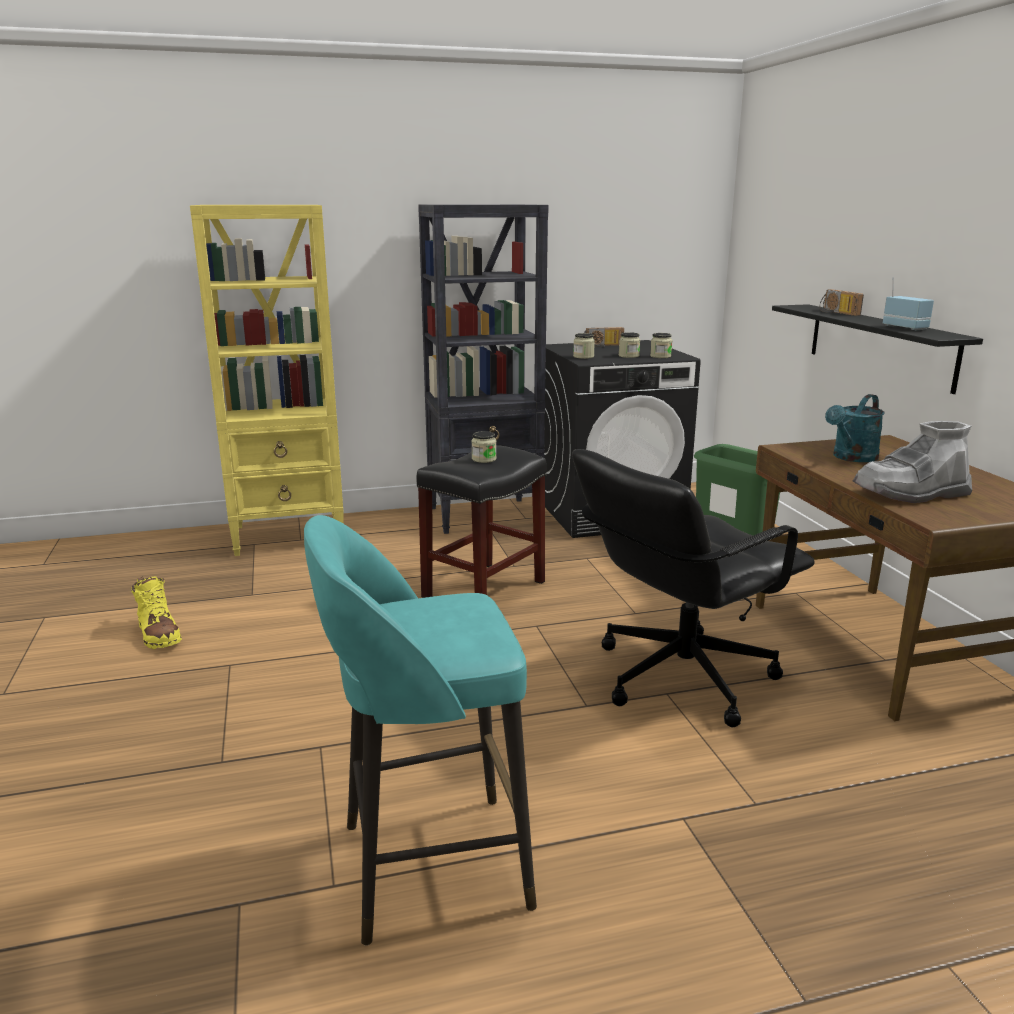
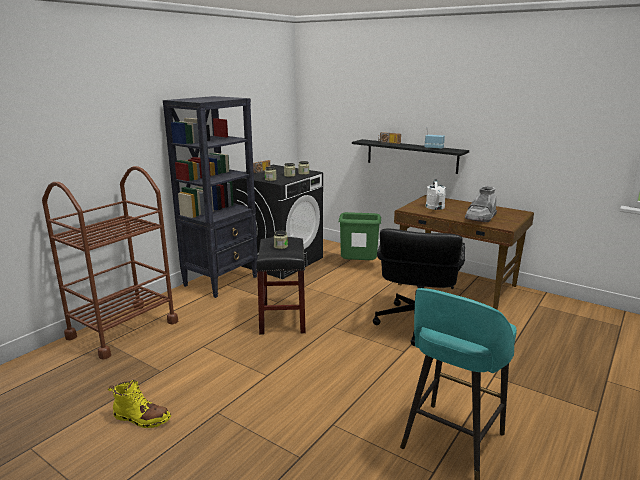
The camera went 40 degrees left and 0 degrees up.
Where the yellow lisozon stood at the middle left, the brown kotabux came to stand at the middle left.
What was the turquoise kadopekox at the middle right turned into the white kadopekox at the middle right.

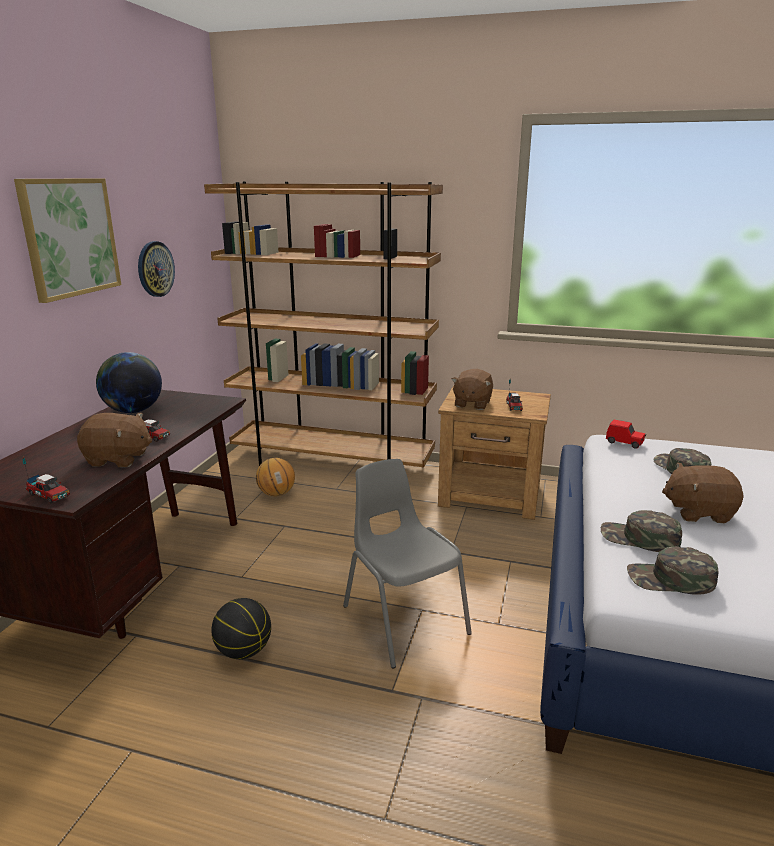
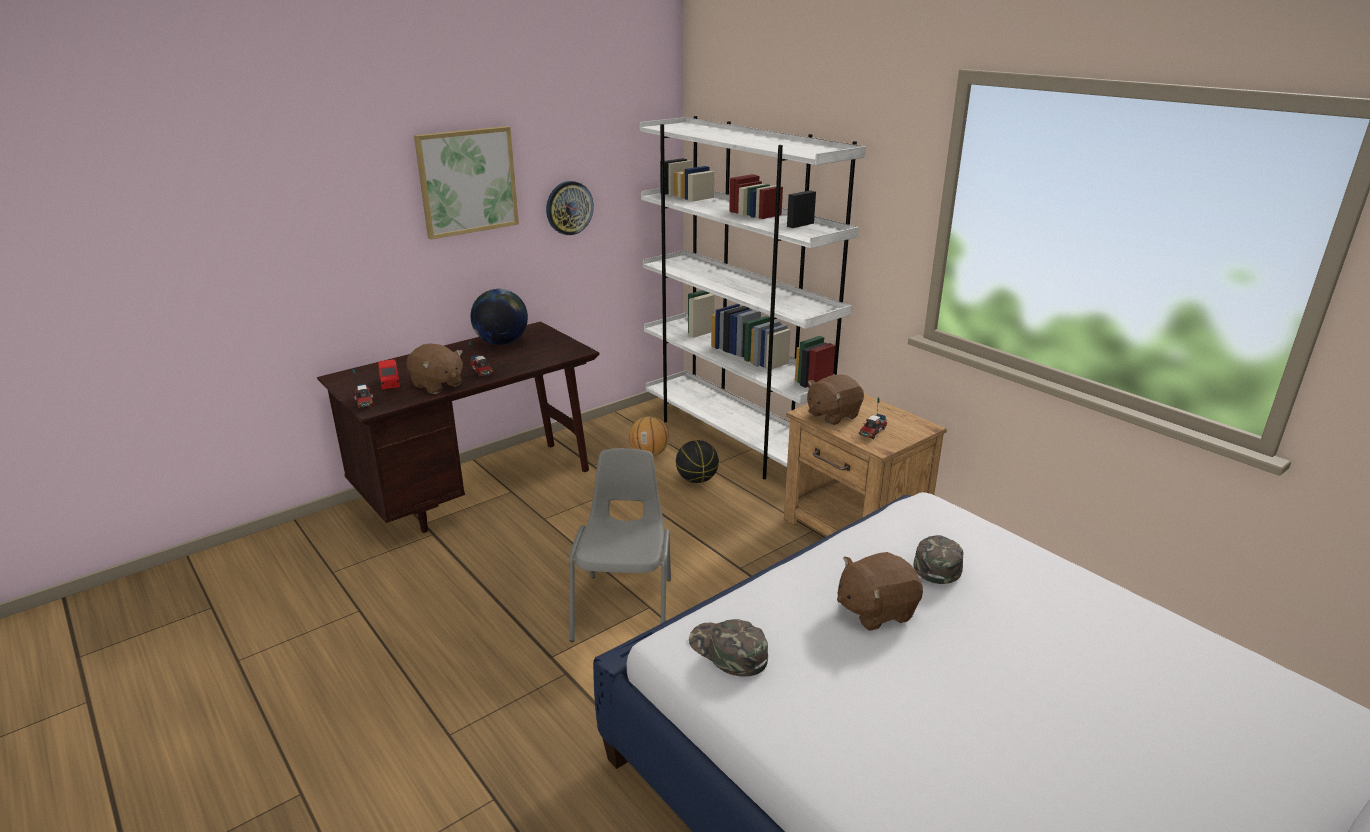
The camera went 35 degrees right and 5 degrees up.
What was the brown lisozon at the centre turned into the white lisozon at the centre.
The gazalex (1st from left in the first image) ended up elsewhere, having gone from the bottom left to the centre.
The second view lost the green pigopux (1st from left) at the middle right.
The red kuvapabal ended up elsewhere, having gone from the middle right to the middle left.
The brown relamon (3rd from left) at the middle right ended up facing another way, 60 degrees counterclockwise from before.

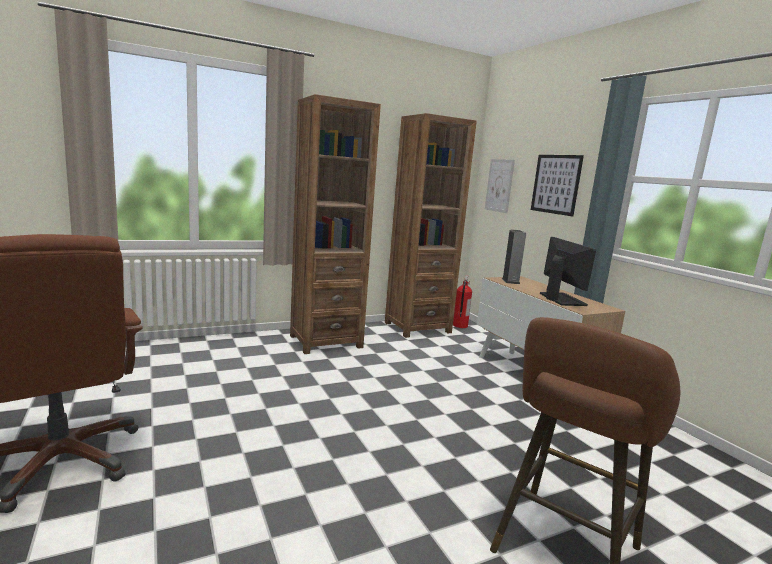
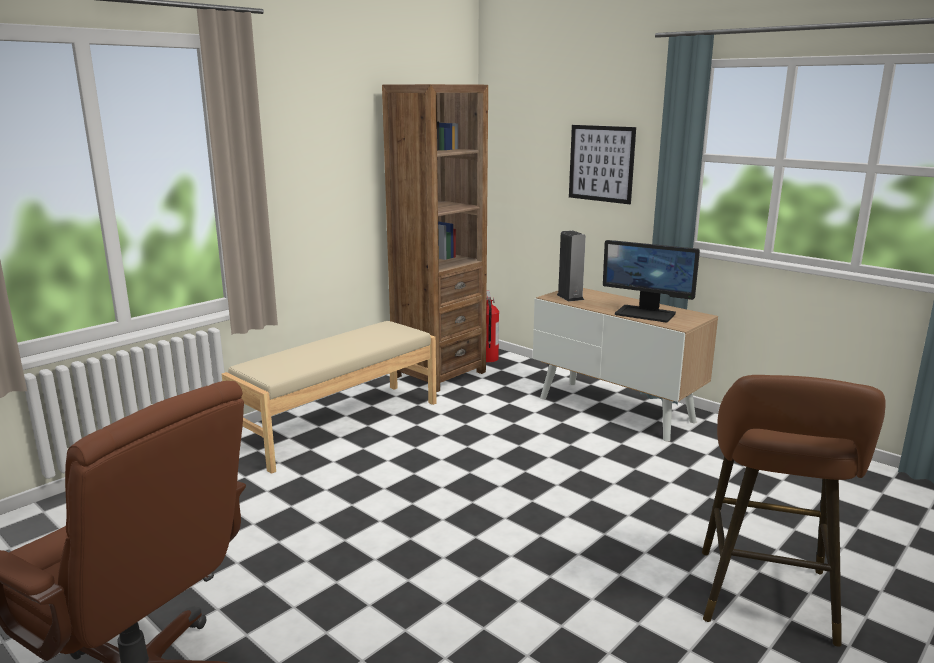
The camera went 20 degrees left and 5 degrees up.
Where the brown lisozon (1st from left) stood at the centre, the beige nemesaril came to stand at the centre.
The second view lost the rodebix (1st from left) at the top centre.
The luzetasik at the middle right ended up facing another way, 150 degrees clockwise from before.

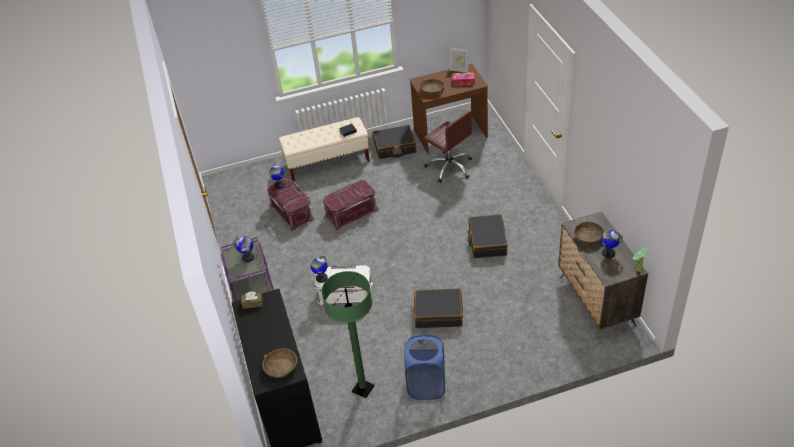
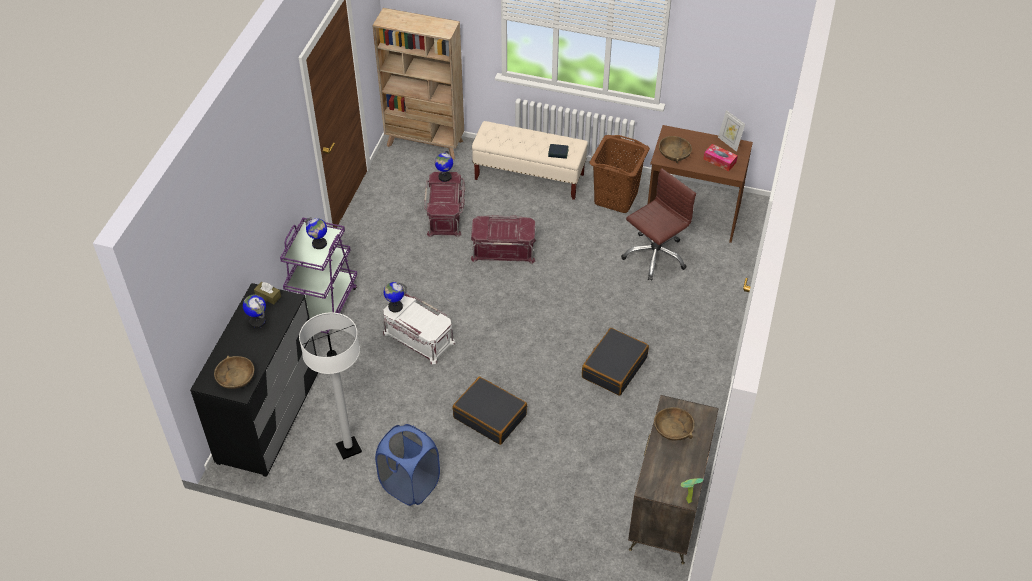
The camera went 30 degrees right and 5 degrees up.
What was the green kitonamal at the bottom centre turned into the white kitonamal at the middle left.
Where the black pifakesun (1st from left) stood at the top centre, the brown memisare came to stand at the top centre.
The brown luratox at the top centre ended up facing another way, 120 degrees counterclockwise from before.
The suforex (4th from left in the first image) ended up elsewhere, having gone from the middle right to the middle left.
The second view gained the beige lisozon at the top centre.

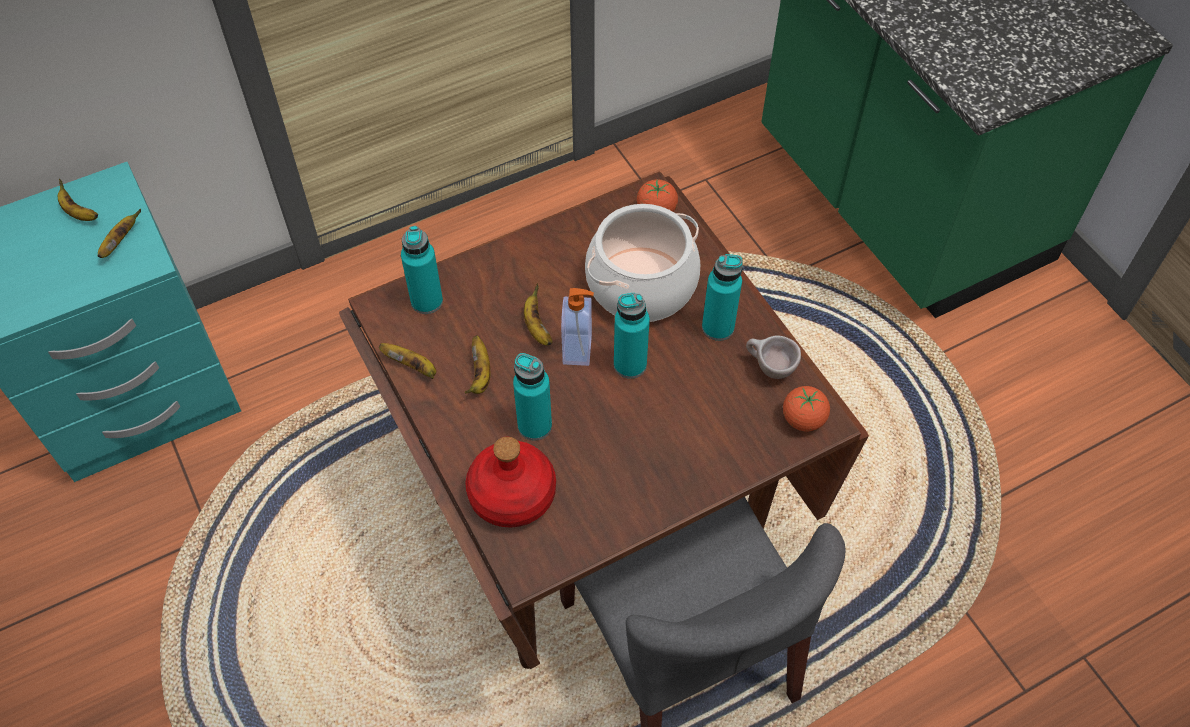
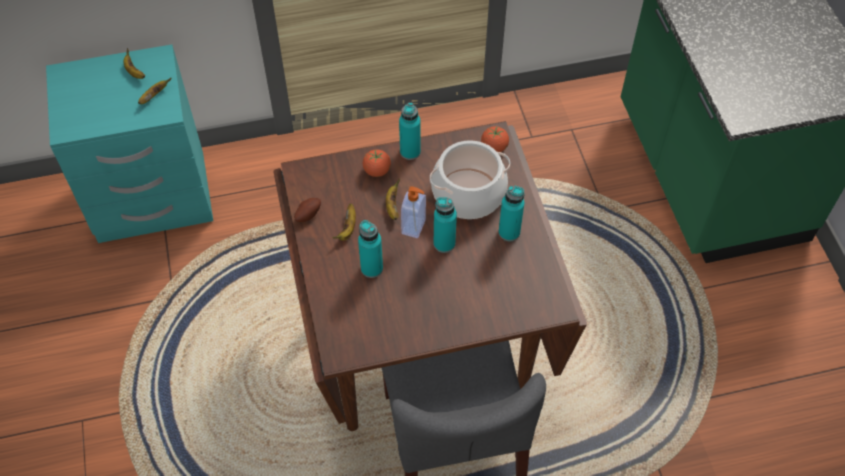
The camera went 15 degrees right and 0 degrees up.
Where the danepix (3rd from left) stood at the centre, the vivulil came to stand at the centre.
The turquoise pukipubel (1st from left in the first image) ended up elsewhere, having gone from the centre to the top centre.
The second view lost the red pukipubel at the centre.
The second view lost the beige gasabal at the centre.
The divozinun (2nd from left in the first image) ended up elsewhere, having gone from the middle right to the centre.

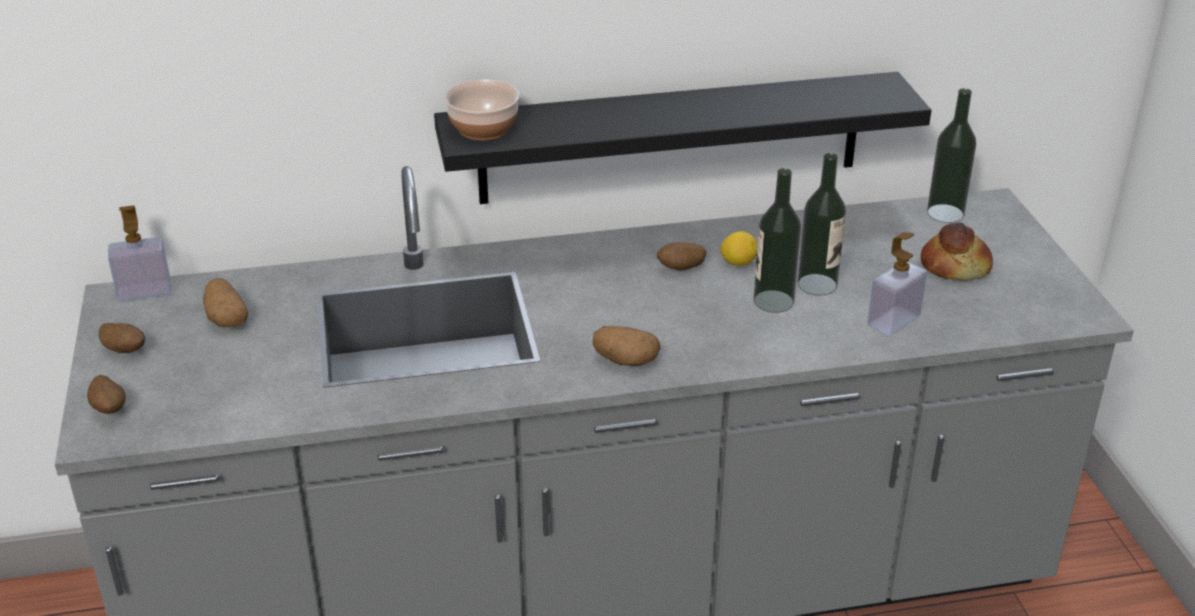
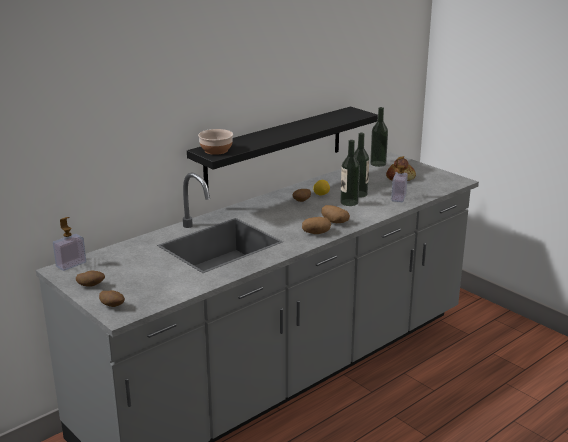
The camera went 30 degrees left and 10 degrees down.
The vivulil (3rd from left in the first image) ended up elsewhere, having gone from the middle left to the centre.

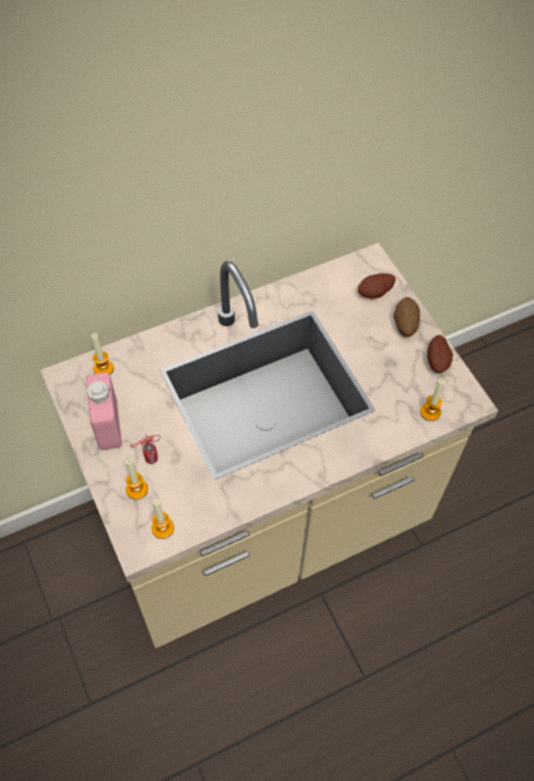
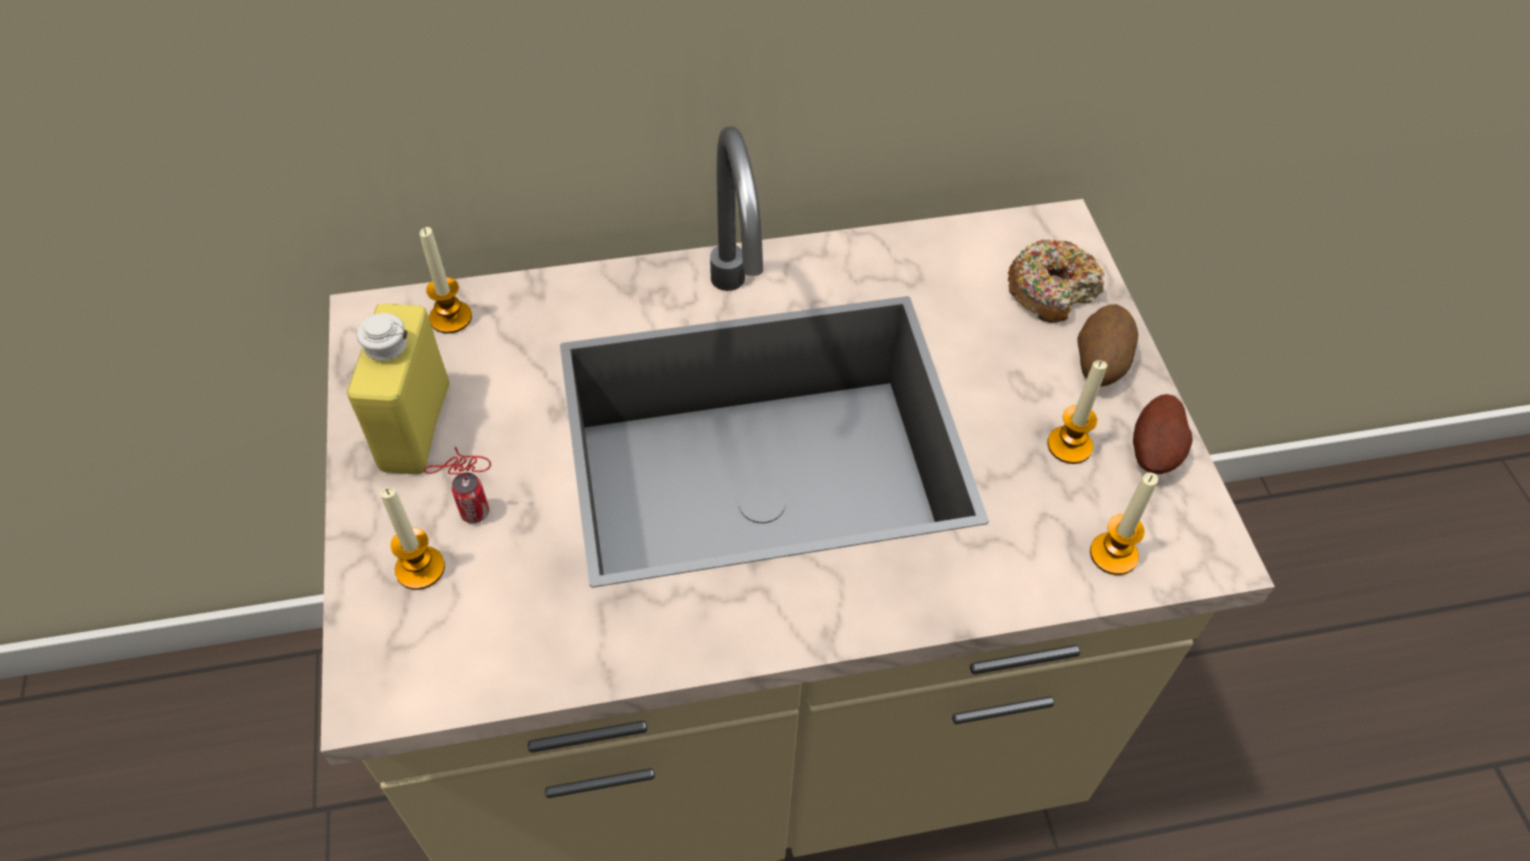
The camera went 15 degrees right and 5 degrees down.
What was the pink pukipubel at the middle left turned into the yellow pukipubel at the middle left.
The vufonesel (3rd from left) ended up elsewhere, having gone from the middle left to the middle right.
Where the vivulil (1st from left) stood at the middle right, the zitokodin came to stand at the top right.

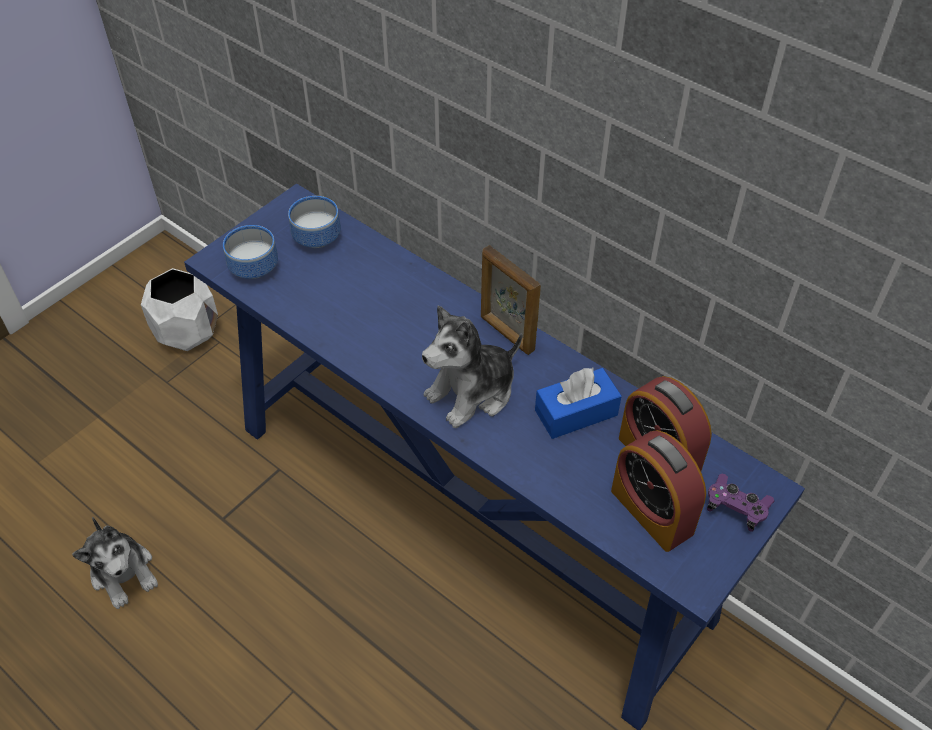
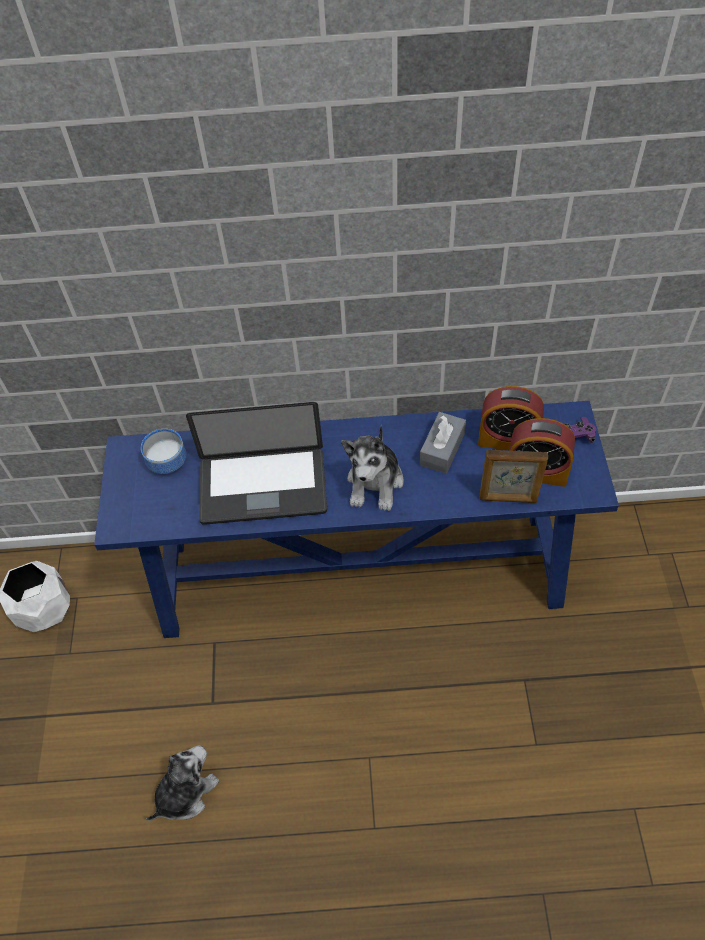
The camera went 40 degrees left and 5 degrees up.
The relamon (1st from left) at the bottom left ended up facing another way, 60 degrees counterclockwise from before.
The second view lost the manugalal (1st from left) at the middle left.
The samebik ended up elsewhere, having gone from the centre to the middle right.
What was the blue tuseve at the centre turned into the grey tuseve at the centre.
The second view gained the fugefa at the centre.

